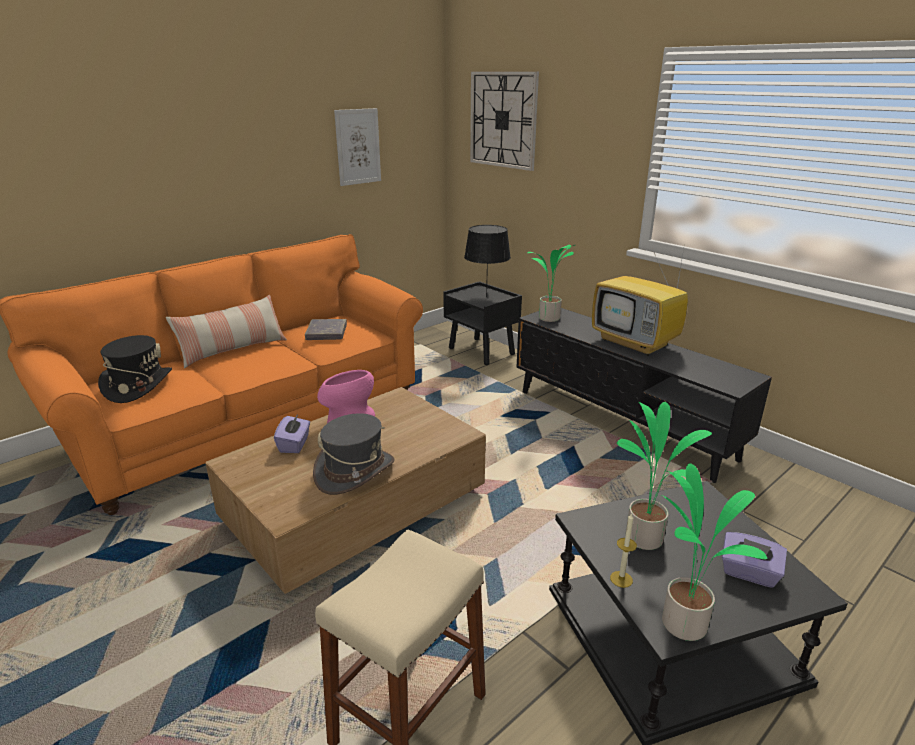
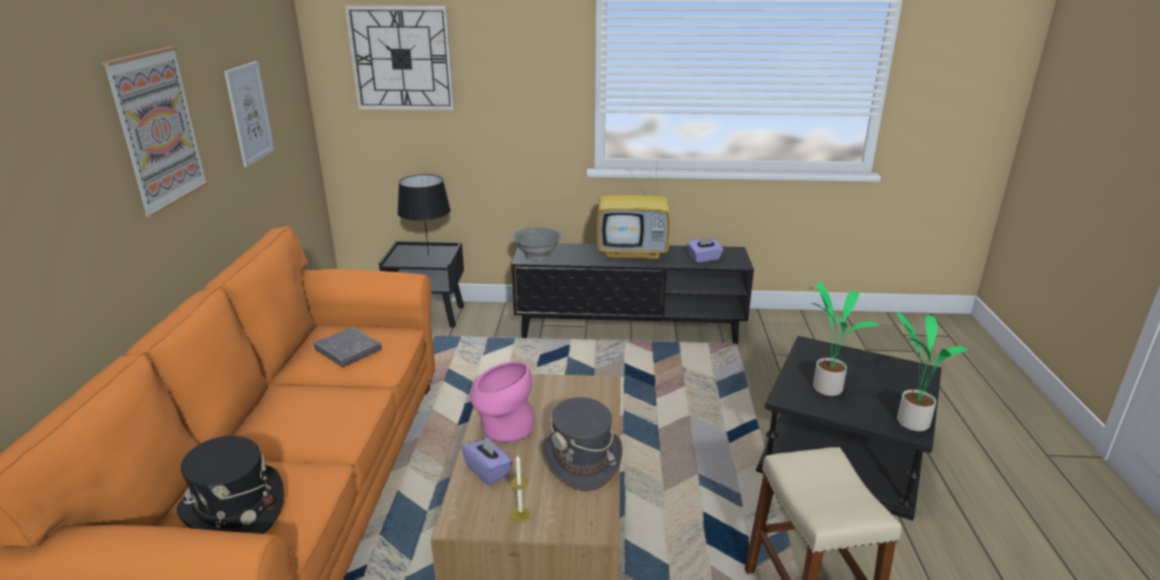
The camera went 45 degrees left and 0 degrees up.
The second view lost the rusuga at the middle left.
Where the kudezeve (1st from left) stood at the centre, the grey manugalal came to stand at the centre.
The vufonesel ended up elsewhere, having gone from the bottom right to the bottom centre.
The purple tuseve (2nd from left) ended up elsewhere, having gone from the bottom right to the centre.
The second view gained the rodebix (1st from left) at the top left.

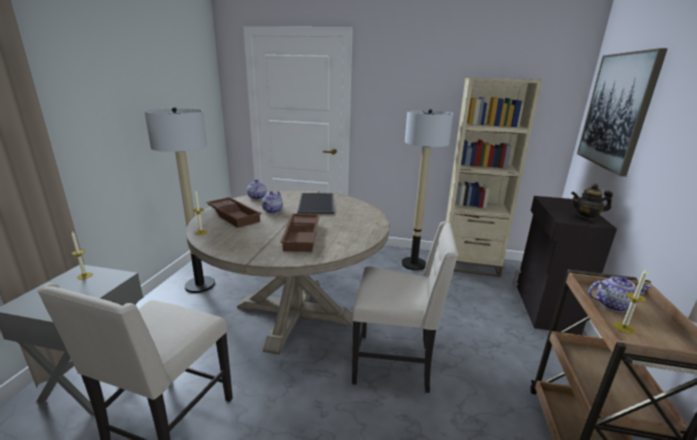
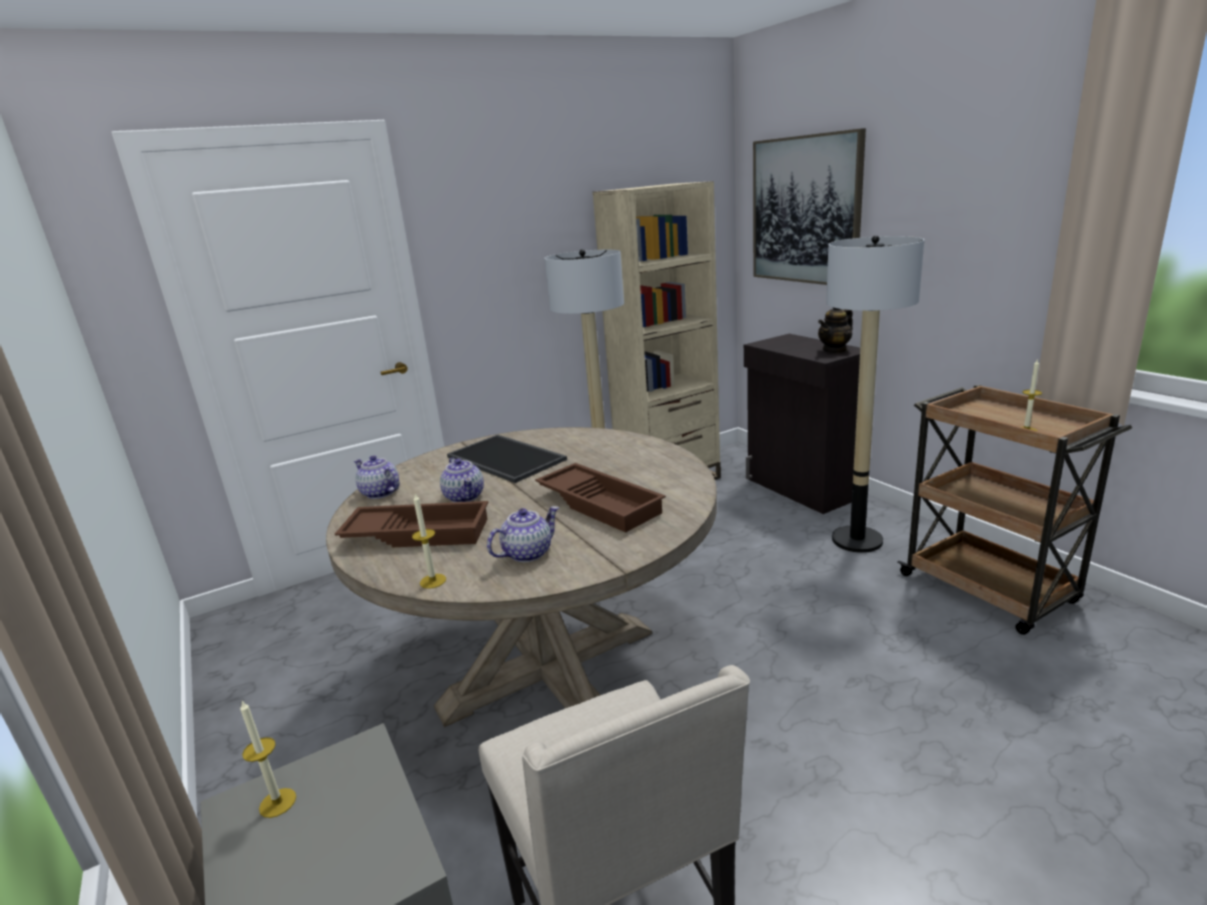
The camera went 40 degrees left and 0 degrees up.
The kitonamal (1st from left in the first image) ended up elsewhere, having gone from the middle left to the middle right.
The second view lost the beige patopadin (2nd from left) at the bottom centre.
The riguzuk (4th from left in the first image) ended up elsewhere, having gone from the bottom right to the centre.

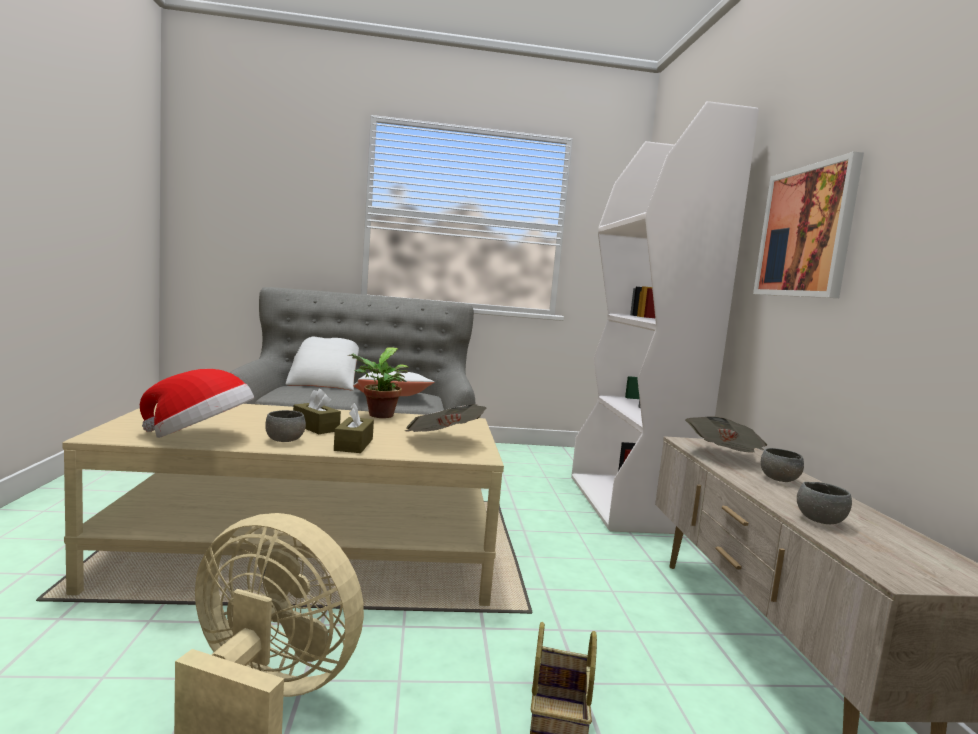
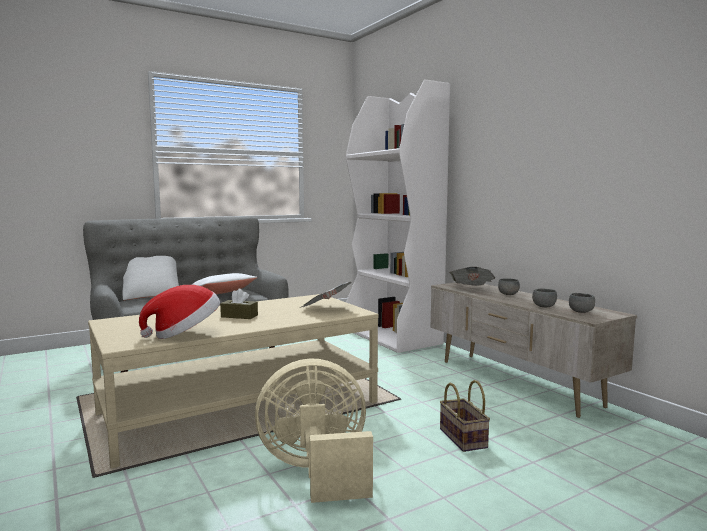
The camera went 25 degrees left and 0 degrees up.
The grey manugalal (1st from left in the first image) ended up elsewhere, having gone from the middle left to the middle right.
The second view lost the brown tuseve (2nd from left) at the centre.
The second view lost the kudezeve at the centre.
The second view lost the rodebix at the top right.

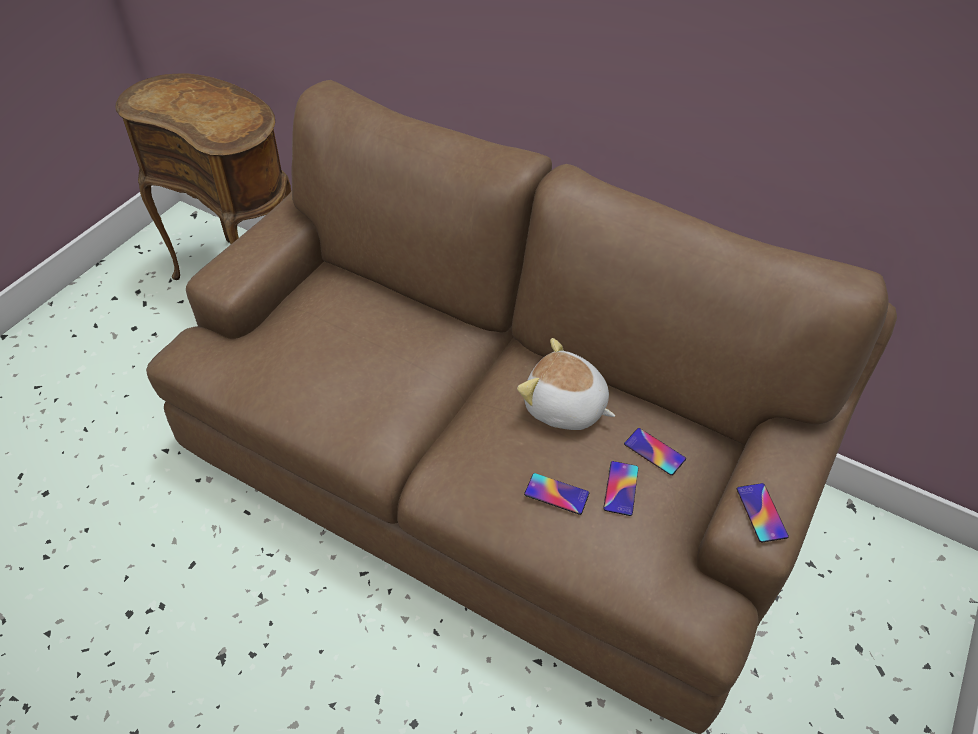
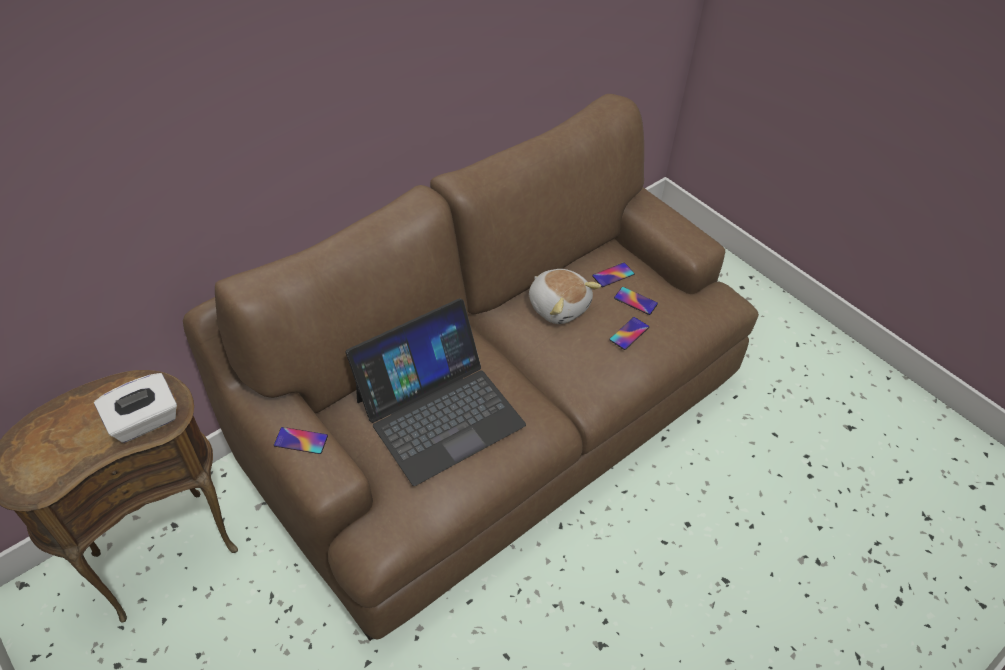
The camera went 70 degrees left and 0 degrees up.
The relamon at the centre ended up facing another way, 90 degrees counterclockwise from before.
The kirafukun (4th from left in the first image) ended up elsewhere, having gone from the bottom right to the middle left.
The second view gained the white tuseve at the middle left.
The second view gained the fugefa at the centre.

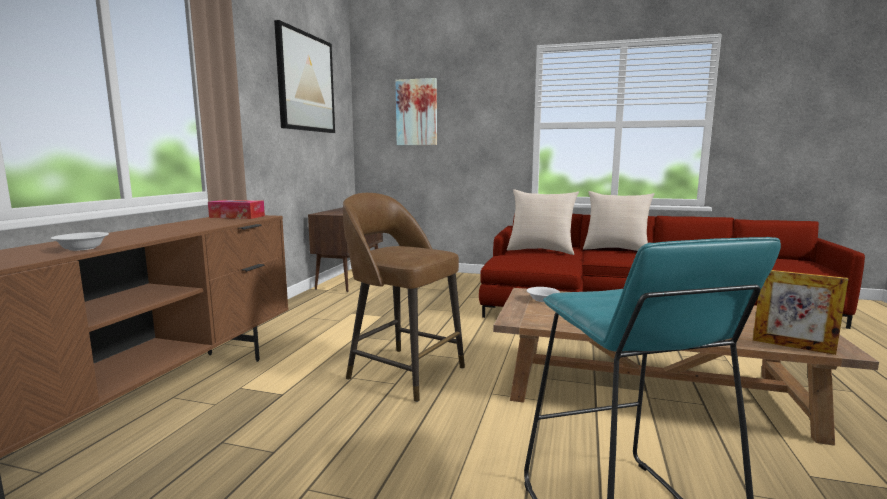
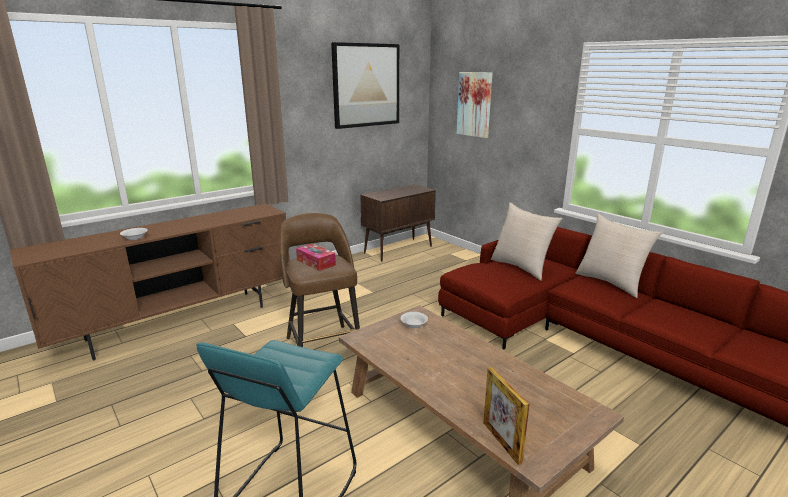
The camera went 35 degrees right and 10 degrees up.
The tuseve ended up elsewhere, having gone from the middle left to the centre.

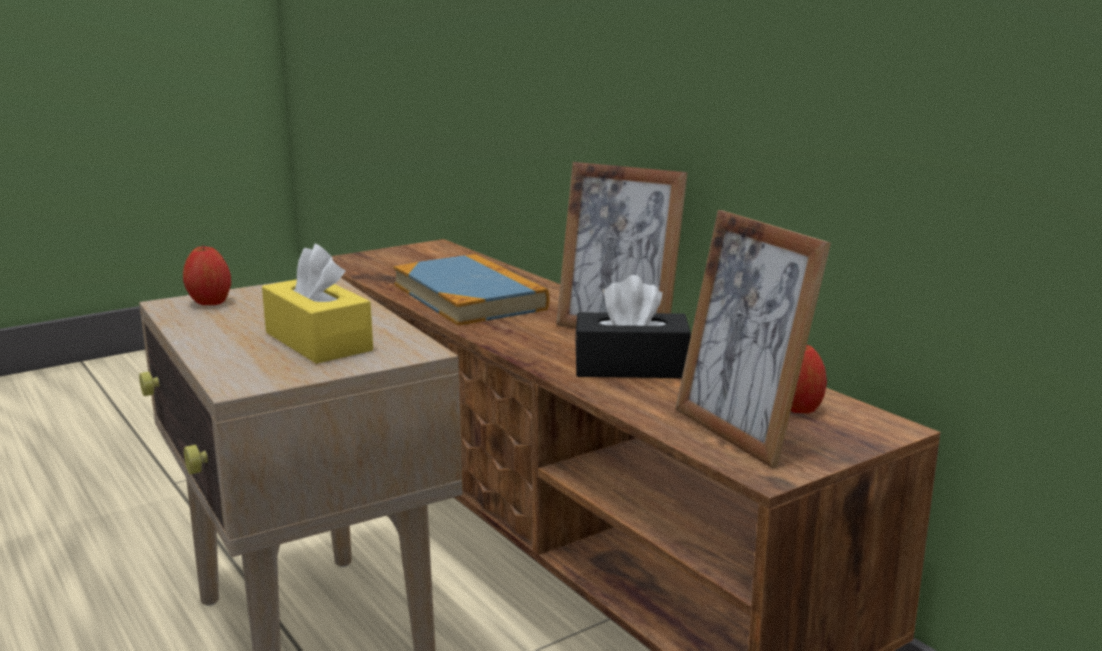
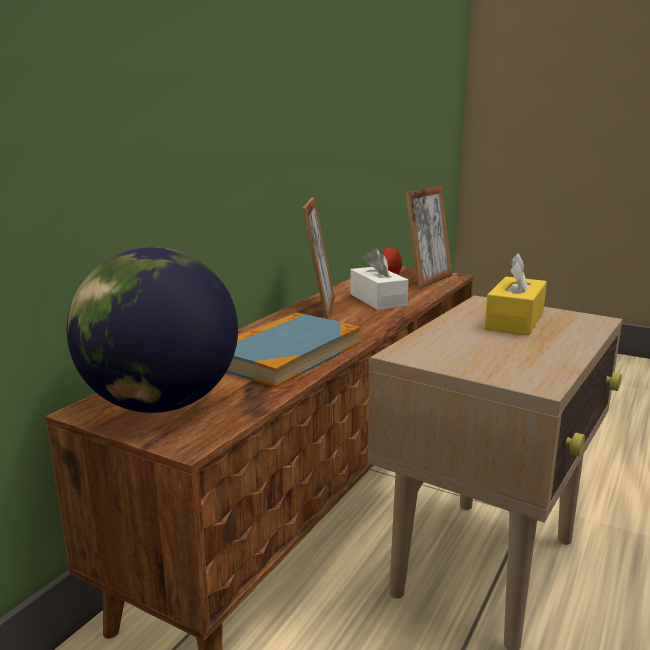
The camera went 115 degrees left and 0 degrees up.
The second view lost the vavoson (1st from left) at the middle left.
What was the black tuseve at the centre turned into the white tuseve at the centre.
The second view gained the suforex at the middle left.

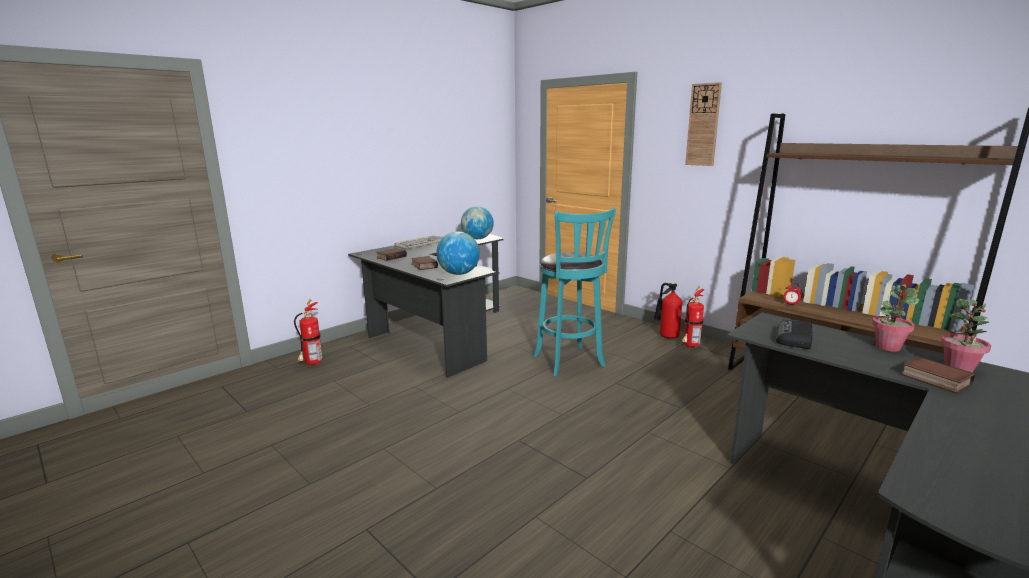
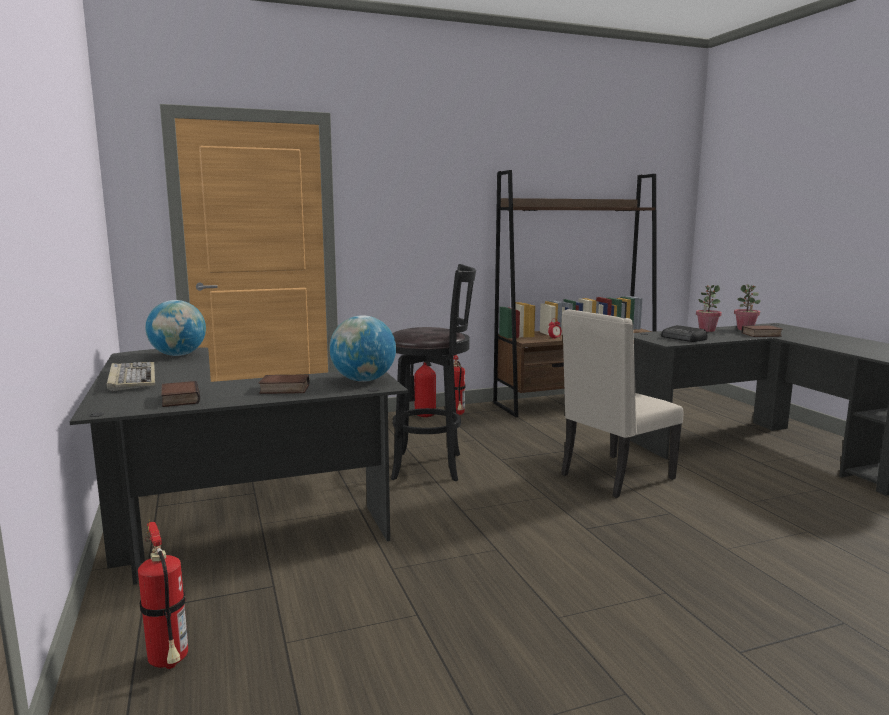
The camera went 65 degrees left and 5 degrees down.
What was the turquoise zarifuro at the centre turned into the black zarifuro at the centre.
The second view lost the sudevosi at the top right.
The second view gained the beige patopadin at the middle right.

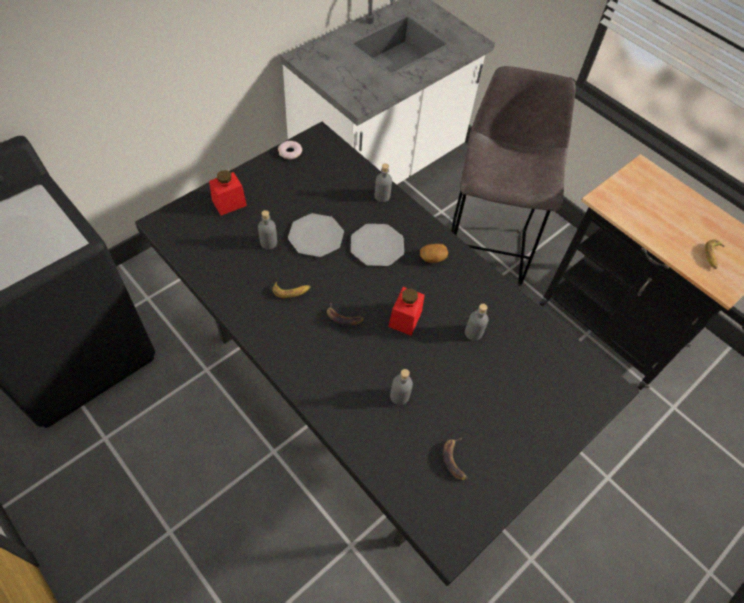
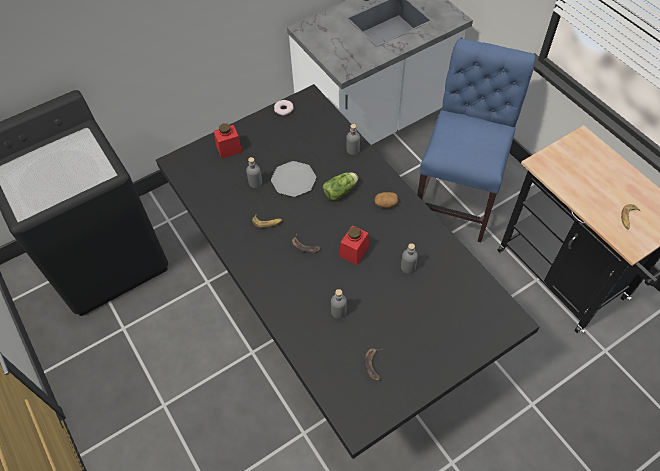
The camera went 15 degrees right and 0 degrees up.
Where the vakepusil (2nd from left) stood at the centre, the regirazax came to stand at the centre.
Where the grey zarifuro stood at the top right, the blue patopadin came to stand at the top right.

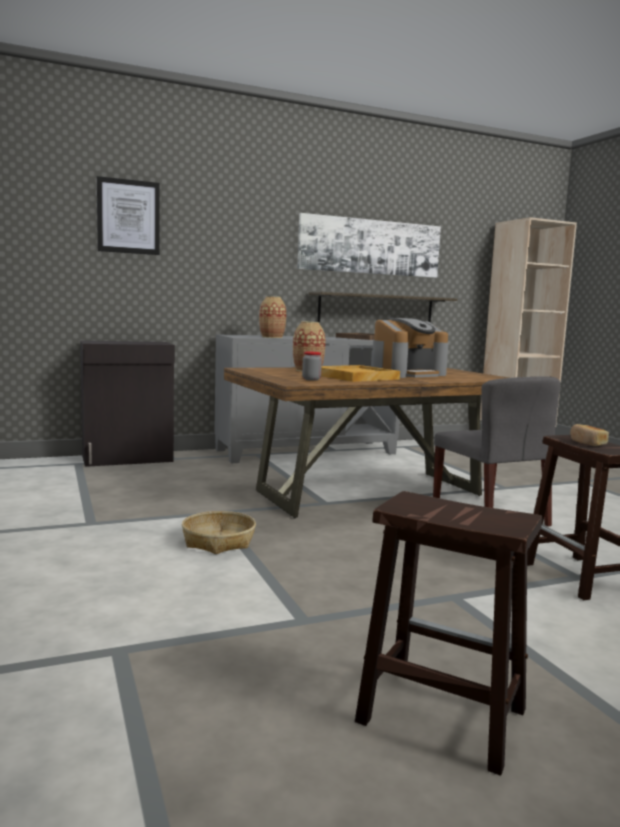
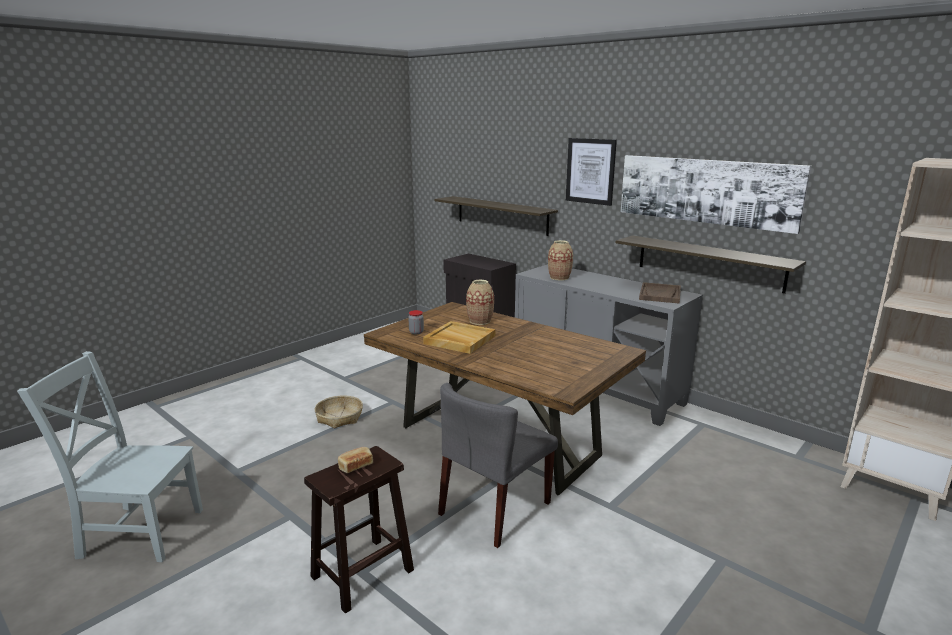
The camera went 65 degrees right and 10 degrees up.
The rodebix (1st from left) ended up elsewhere, having gone from the top left to the top centre.
Where the brown zarifuro (1st from left) stood at the bottom right, the grey patopadin (1st from left) came to stand at the bottom left.
The second view lost the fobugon at the centre.
The second view gained the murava (1st from left) at the centre.

